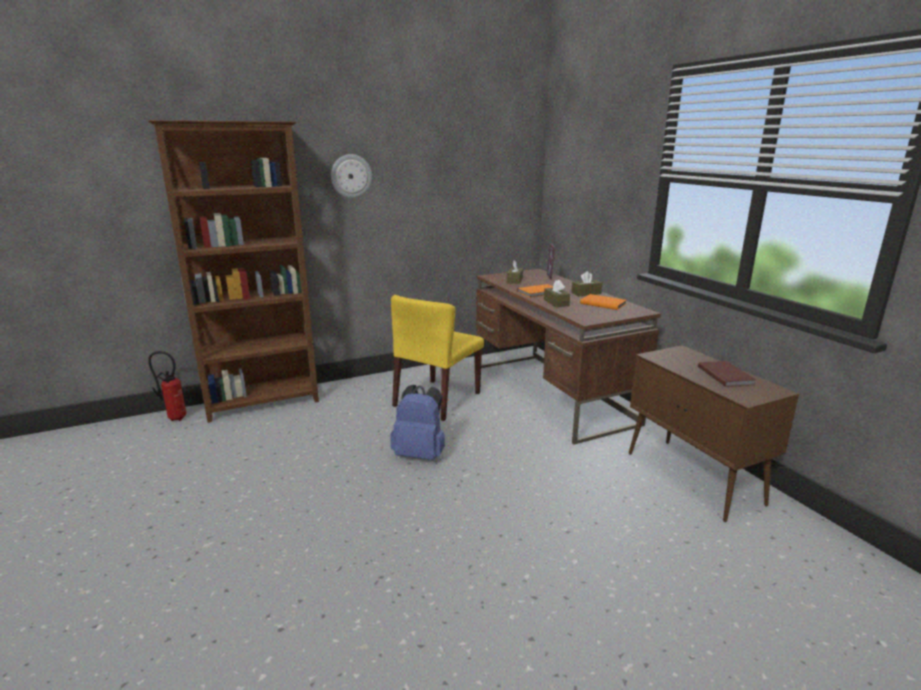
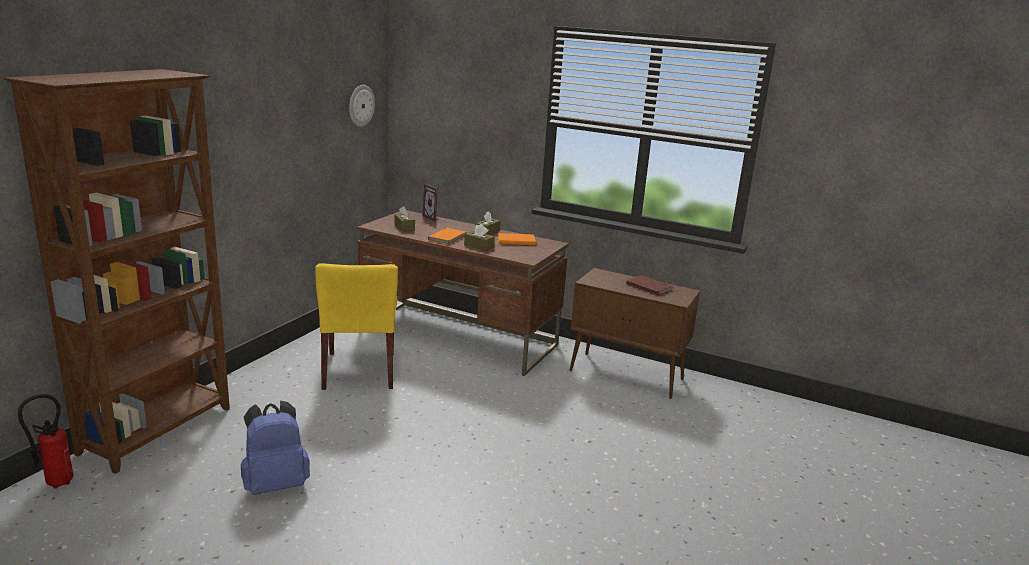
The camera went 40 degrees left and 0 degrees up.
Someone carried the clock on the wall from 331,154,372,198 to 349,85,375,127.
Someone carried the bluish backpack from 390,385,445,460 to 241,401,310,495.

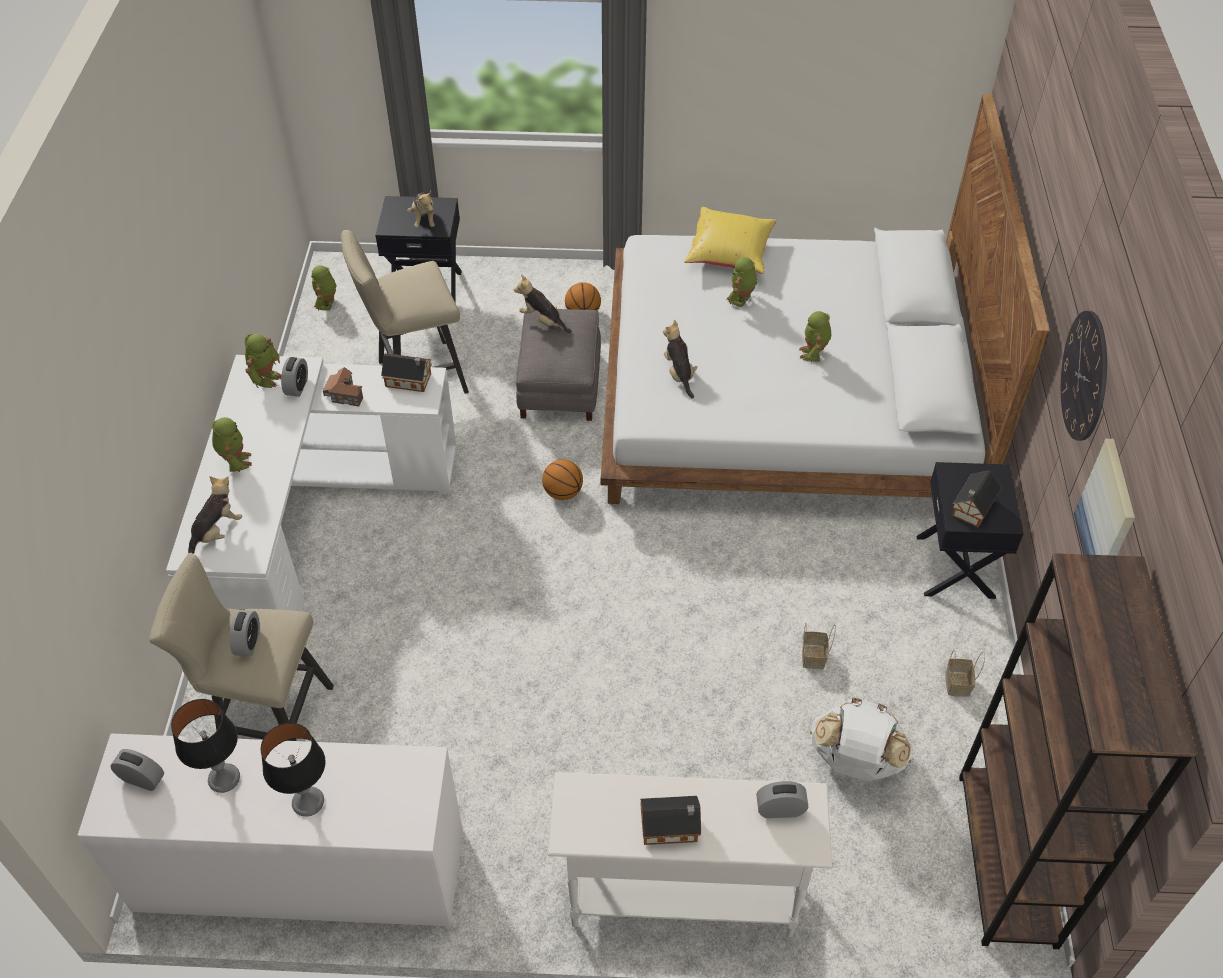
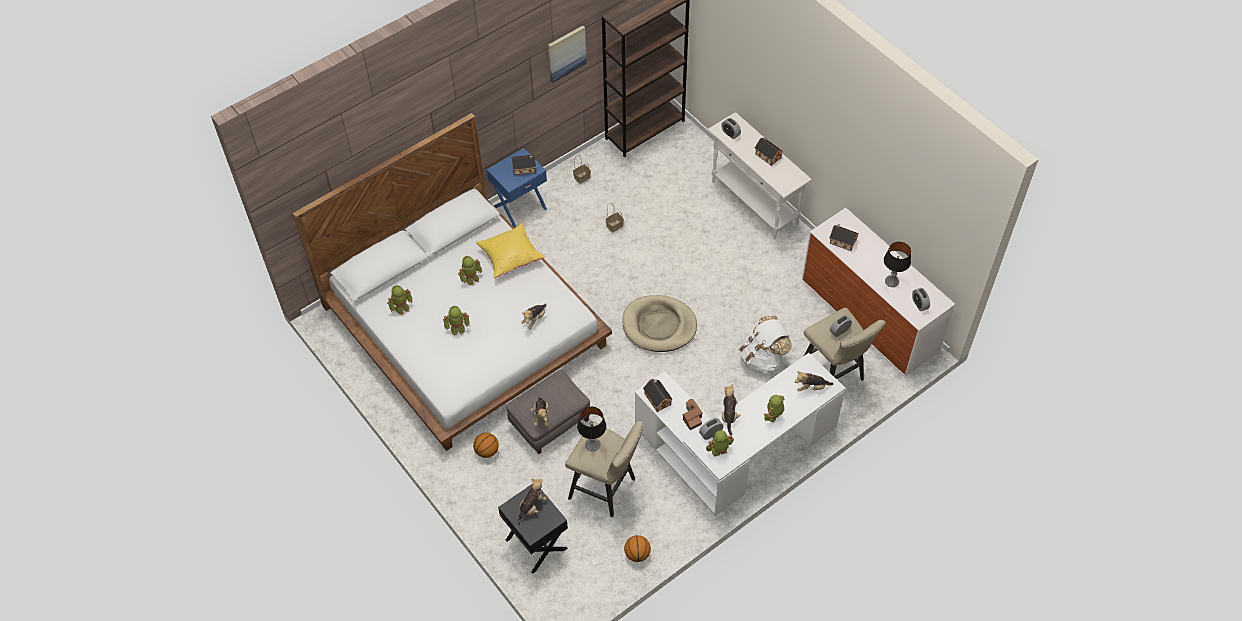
The camera went 130 degrees left and 5 degrees up.
Someone took away the clock on the wall at 1061,311,1107,441.
Someone put down the beige dog bed at 622,295,697,352.
Someone put down the cuddly toy at 722,384,741,435.
Someone put down the model house at 829,224,859,251.
Someone carried the table lamp from 261,723,326,817 to 577,406,606,451.
Someone carried the robot figure from 311,265,337,311 to 387,285,413,315.
Someone carried the basketball ball from 542,459,583,500 to 624,535,651,562.
Someone carried the yellow throw pillow from 684,207,777,274 to 476,223,545,278.
Someone carried the whitish backpack from 810,698,913,781 to 738,316,792,374.
Someone repainted the blackish nightstand at 916,462,1023,599, which became the bluish nightstand at 487,148,547,228.

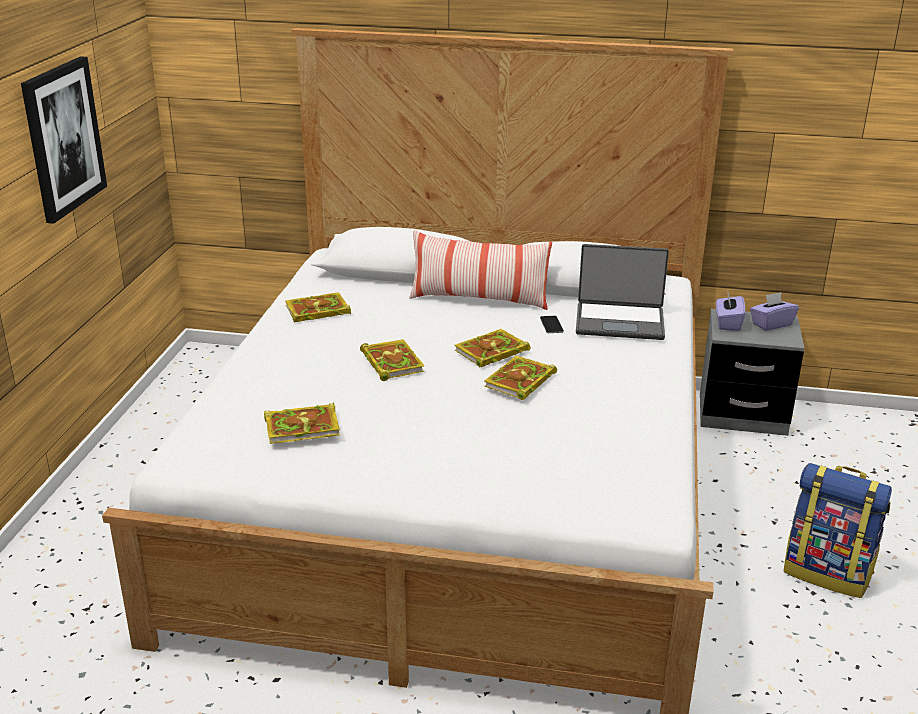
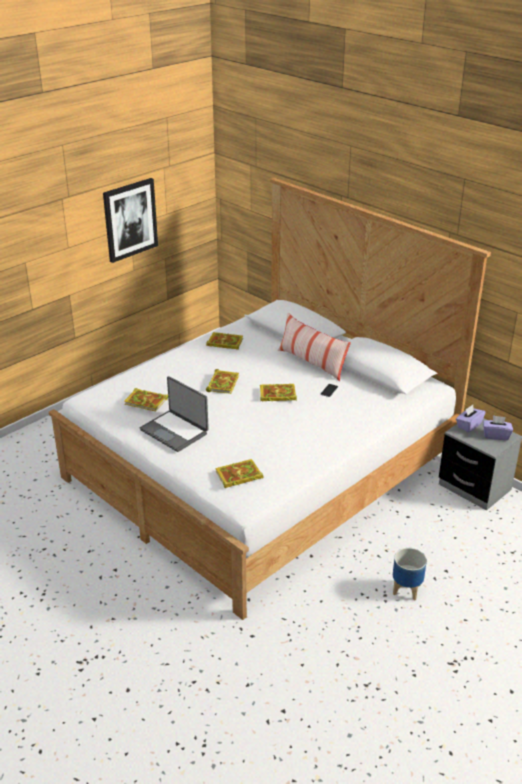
The camera went 35 degrees right and 5 degrees up.
Someone carried the book from 484,356,557,400 to 215,459,263,488.
Someone carried the portable computer from 576,244,669,340 to 140,376,209,452.
Someone swapped the backpack at 783,463,892,598 for the flower pot at 393,548,427,601.

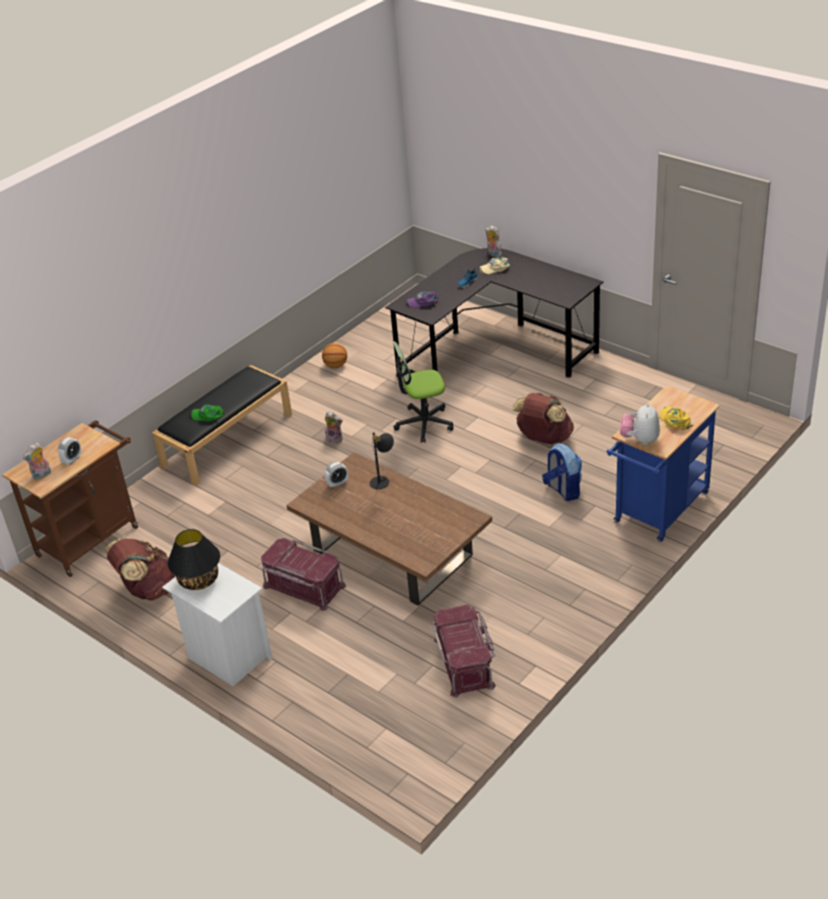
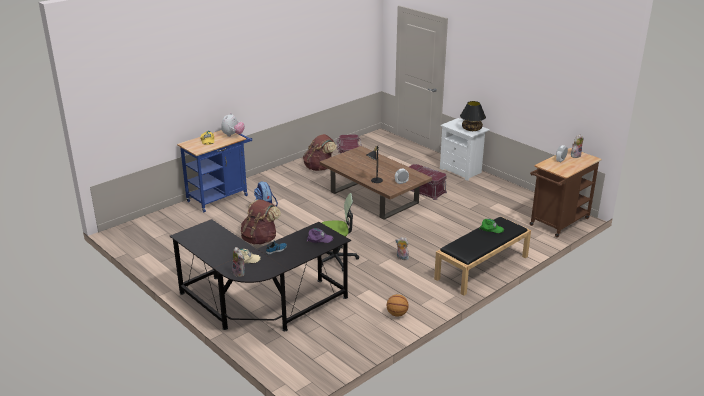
The camera went 175 degrees left and 10 degrees down.
Someone carried the brownish backpack from 105,538,176,601 to 303,134,336,171.

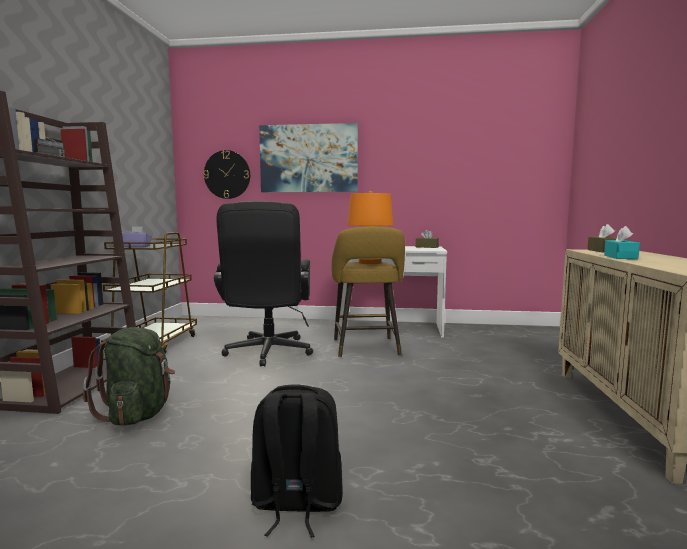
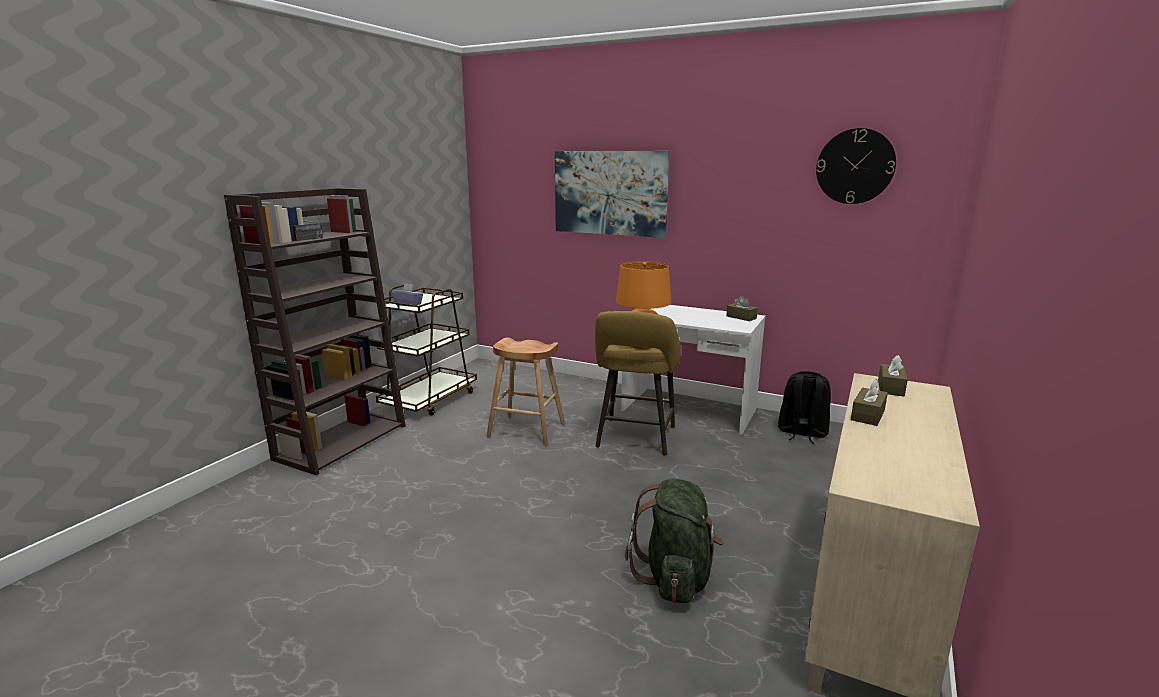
The camera went 20 degrees right and 10 degrees up.
Someone carried the green-coloured backpack from 83,327,175,426 to 625,479,724,603.
Someone carried the clock on the wall from 203,150,250,199 to 816,128,896,204.
Someone carried the blackish backpack from 251,385,343,538 to 778,371,831,444.
Someone swapped the blackish office chair at 214,201,313,367 for the brownish sitting stool at 487,337,565,446.
Someone repainted the turquoise-coloured box of tissues at 604,226,640,259, which became the brownish box of tissues at 851,379,888,426.

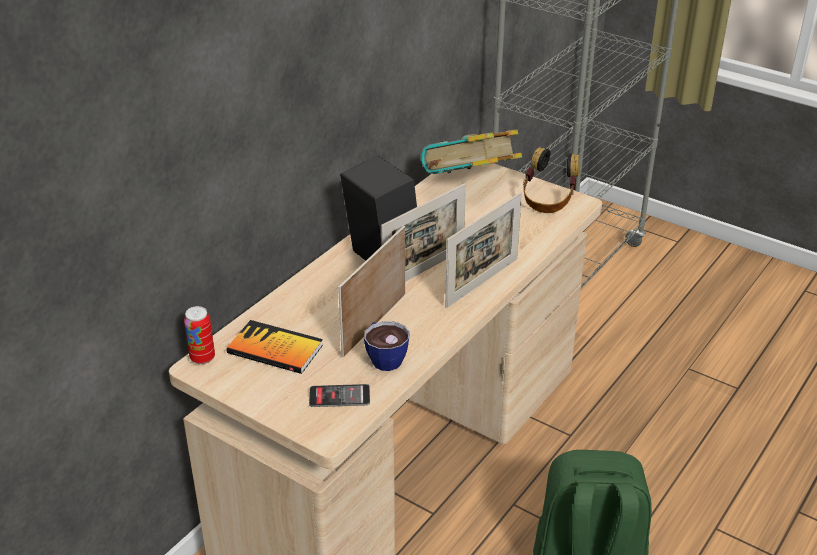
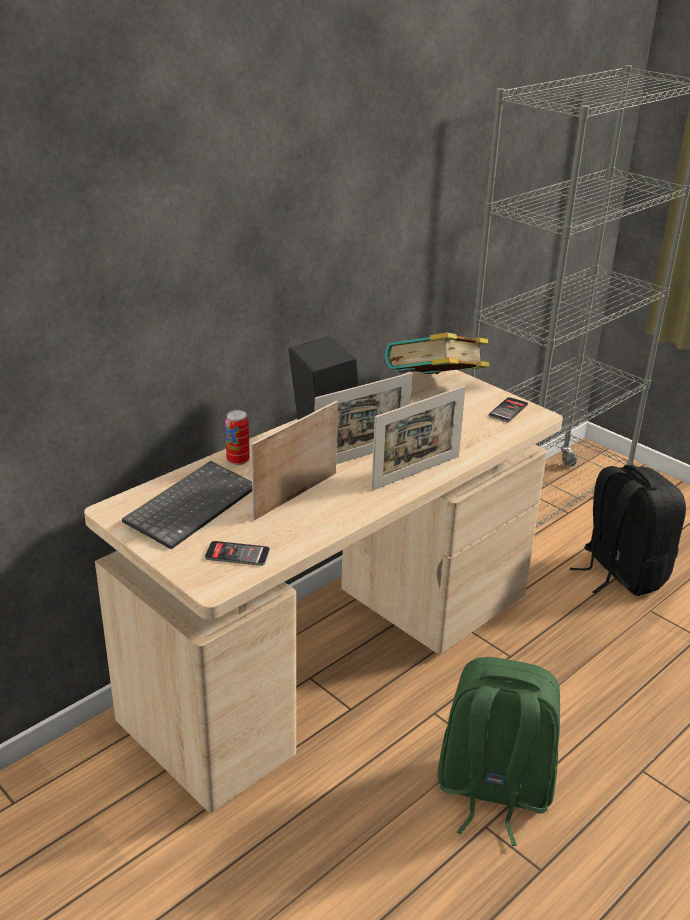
The camera went 10 degrees right and 5 degrees down.
Someone took away the cup at 364,321,410,371.
Someone put down the blackish backpack at 570,465,686,596.
Someone carried the metal can from 184,306,215,364 to 225,410,250,465.
Someone swapped the book at 227,320,323,374 for the computer keyboard at 122,461,252,549.
Someone swapped the headset at 523,147,580,213 for the telephone at 488,397,528,422.

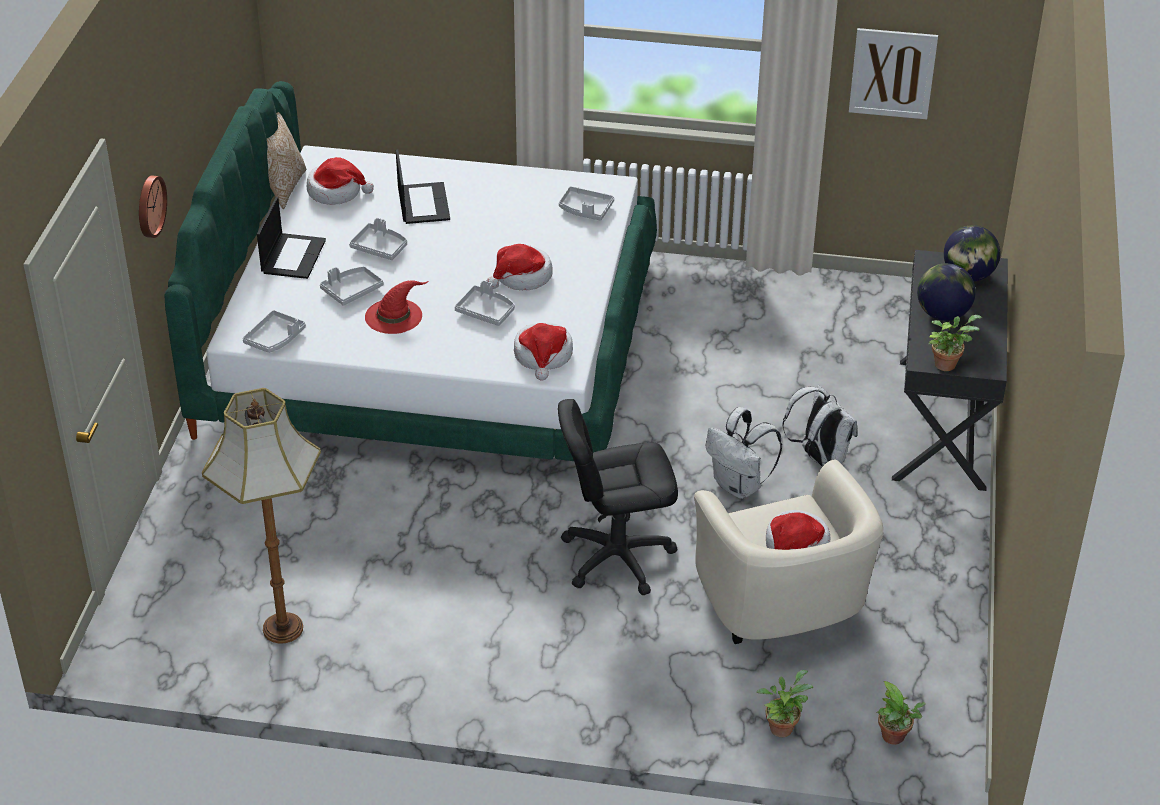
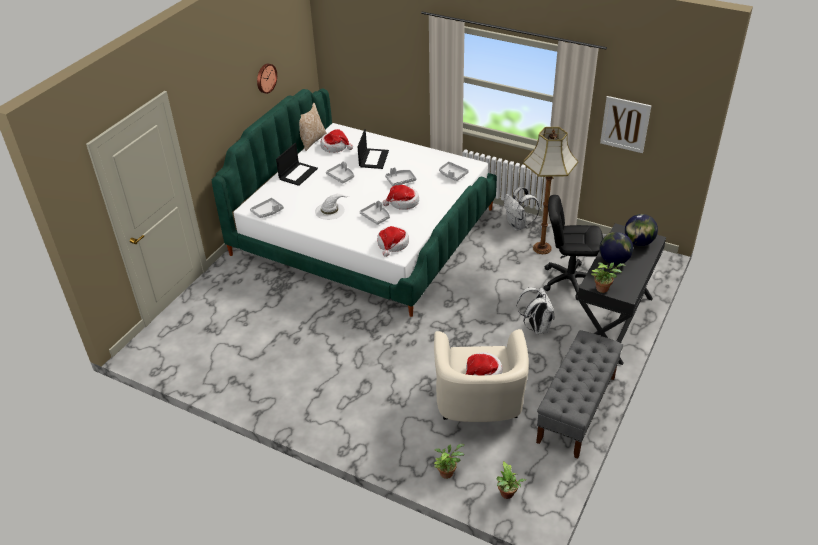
The camera went 20 degrees right and 0 degrees up.
Someone put down the grey bench at 536,330,623,459.
Someone carried the clock on the wall from 139,176,167,238 to 257,63,277,94.
Someone carried the standing lamp from 202,388,321,644 to 523,127,578,254.
Someone carried the grey serving tray from 320,266,384,305 to 385,167,416,186.
Someone carried the blackish office chair from 558,399,678,595 to 544,195,603,300.
Someone carried the whitish backpack from 706,407,782,499 to 504,187,539,231.
Someone repainted the reddish clothing hat at 365,280,428,334, which became the whitish clothing hat at 315,194,349,220.

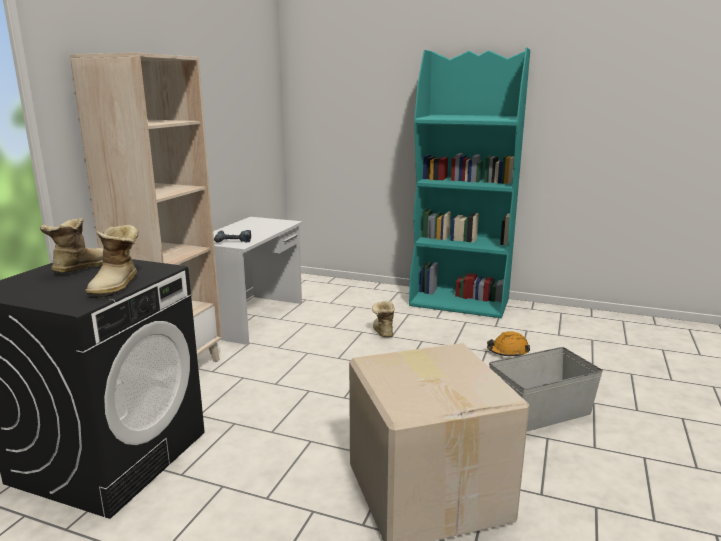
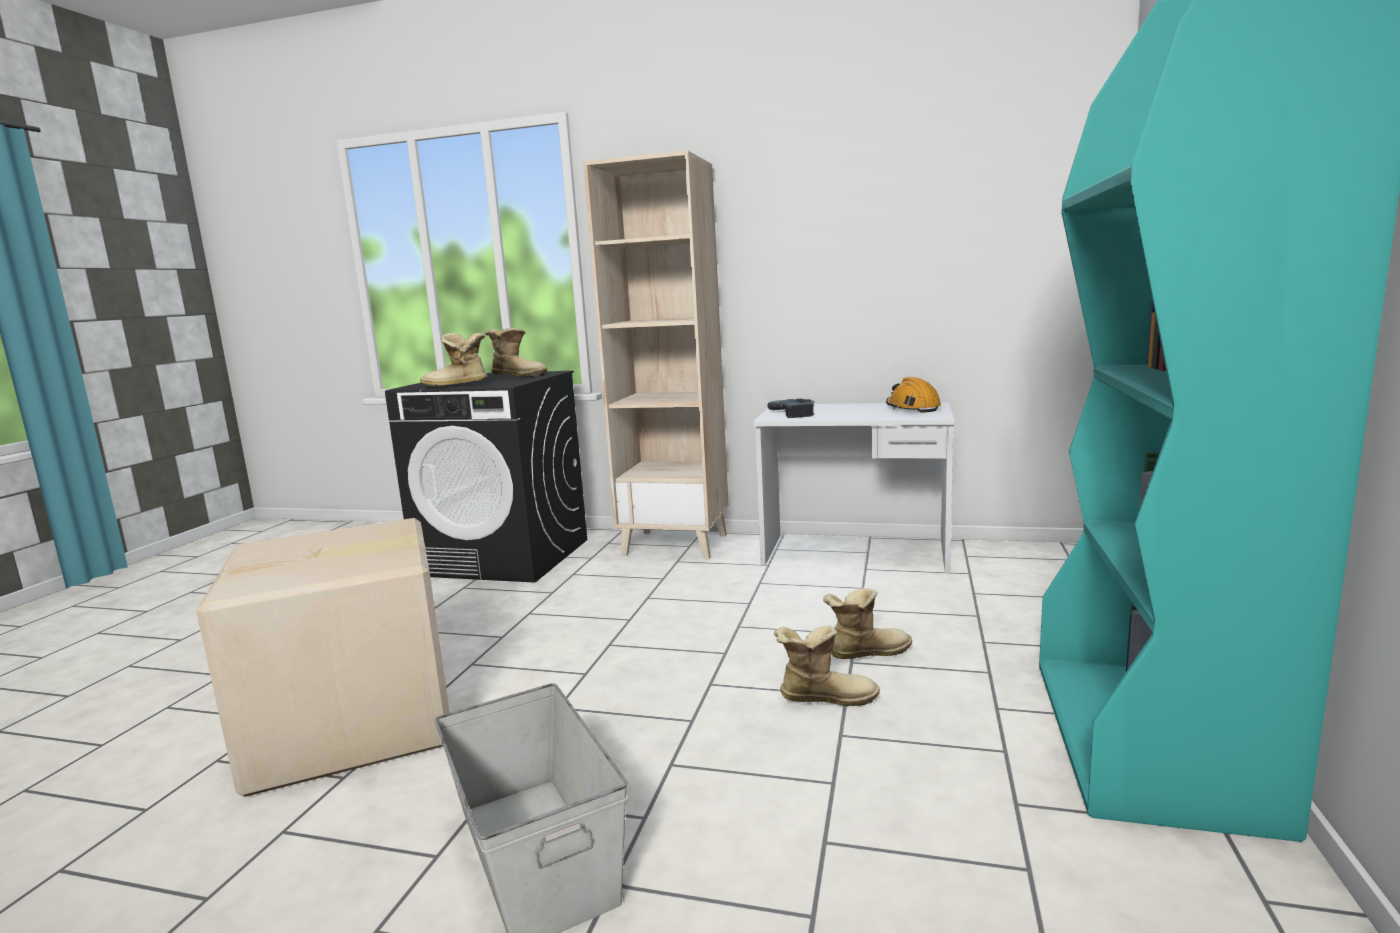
The camera went 85 degrees right and 5 degrees down.
Someone put down the high-top boot at 774,626,880,706.
Someone carried the orangey safety helmet from 487,331,530,356 to 886,377,941,413.

